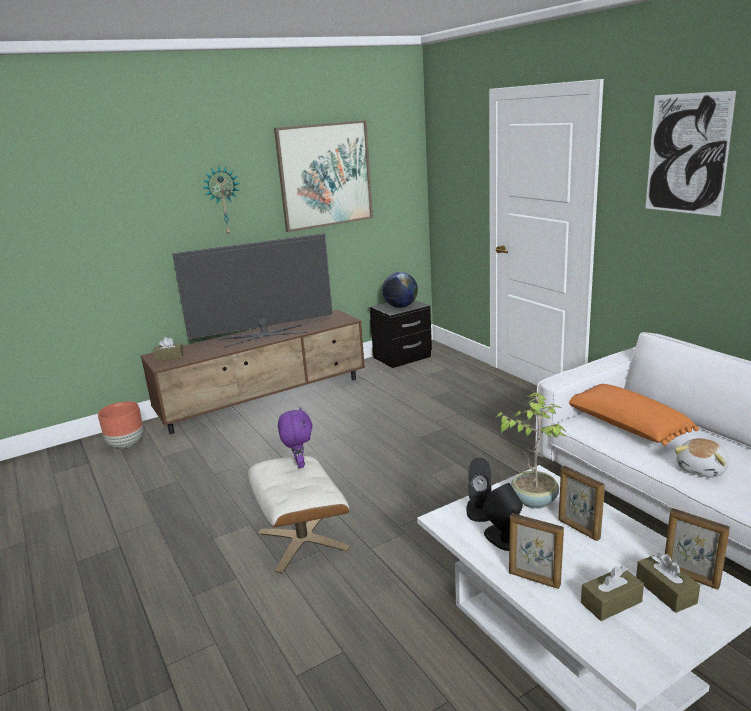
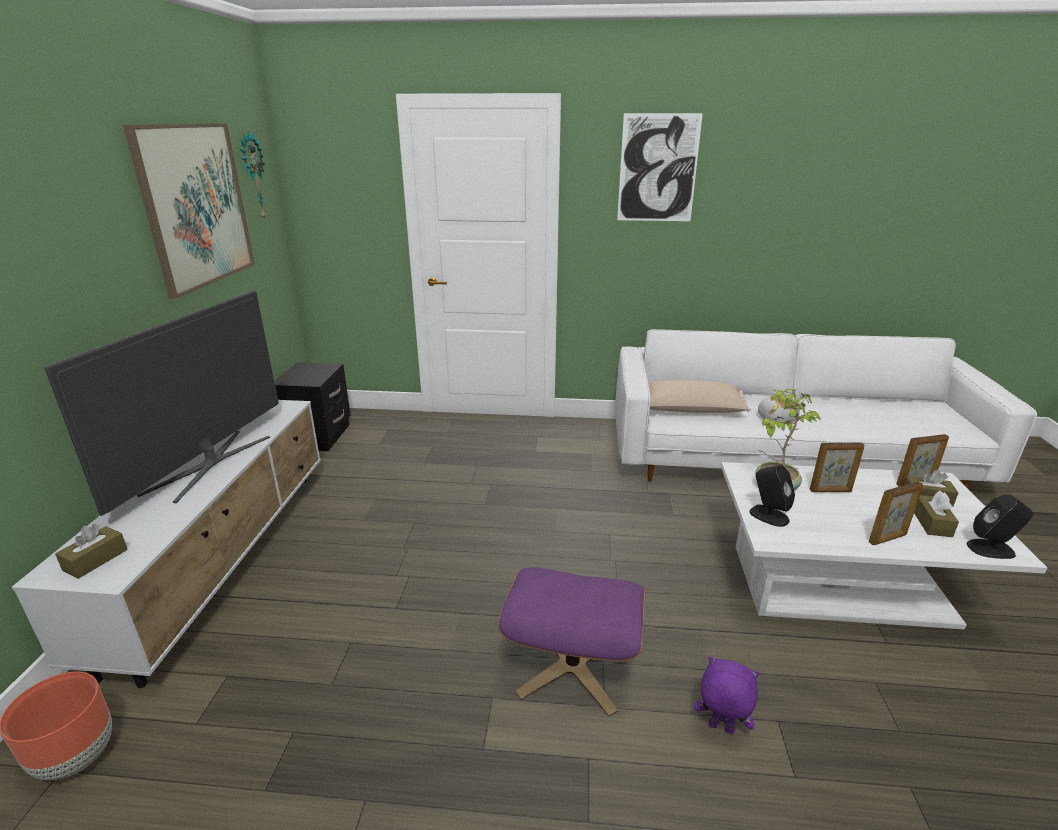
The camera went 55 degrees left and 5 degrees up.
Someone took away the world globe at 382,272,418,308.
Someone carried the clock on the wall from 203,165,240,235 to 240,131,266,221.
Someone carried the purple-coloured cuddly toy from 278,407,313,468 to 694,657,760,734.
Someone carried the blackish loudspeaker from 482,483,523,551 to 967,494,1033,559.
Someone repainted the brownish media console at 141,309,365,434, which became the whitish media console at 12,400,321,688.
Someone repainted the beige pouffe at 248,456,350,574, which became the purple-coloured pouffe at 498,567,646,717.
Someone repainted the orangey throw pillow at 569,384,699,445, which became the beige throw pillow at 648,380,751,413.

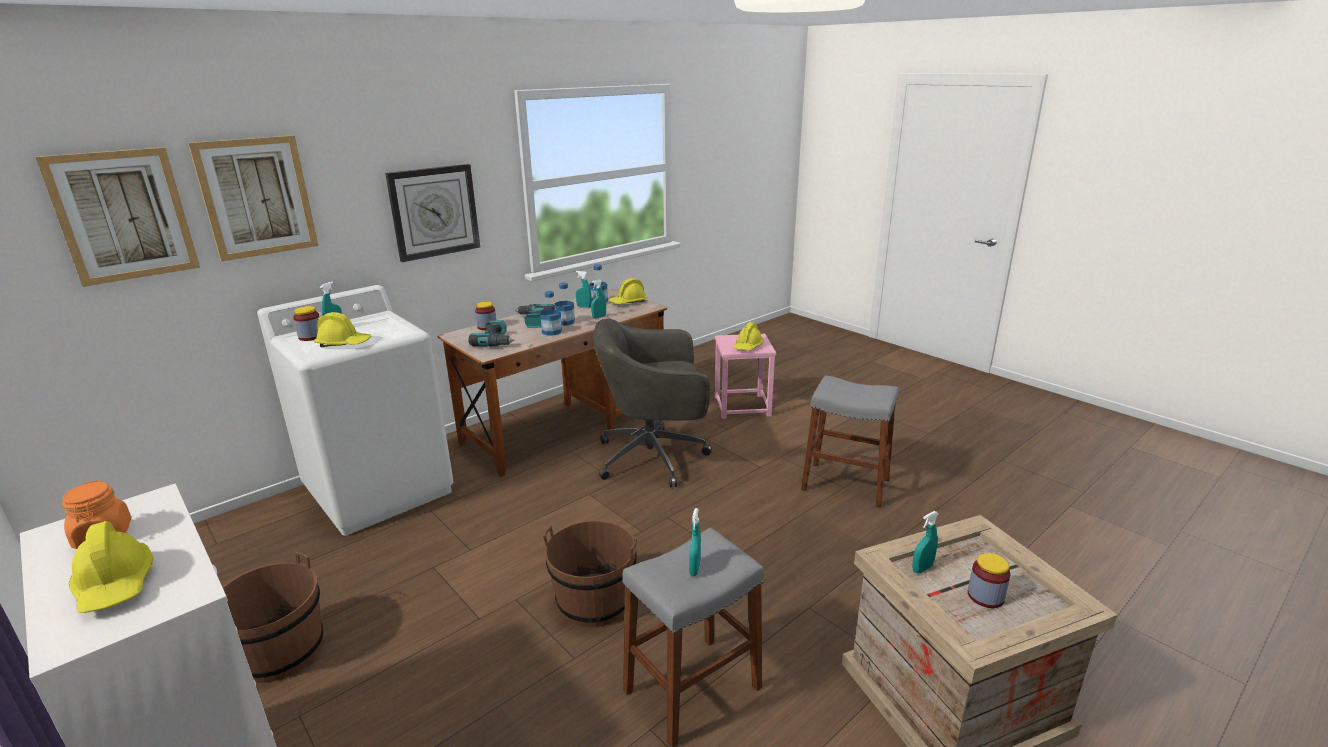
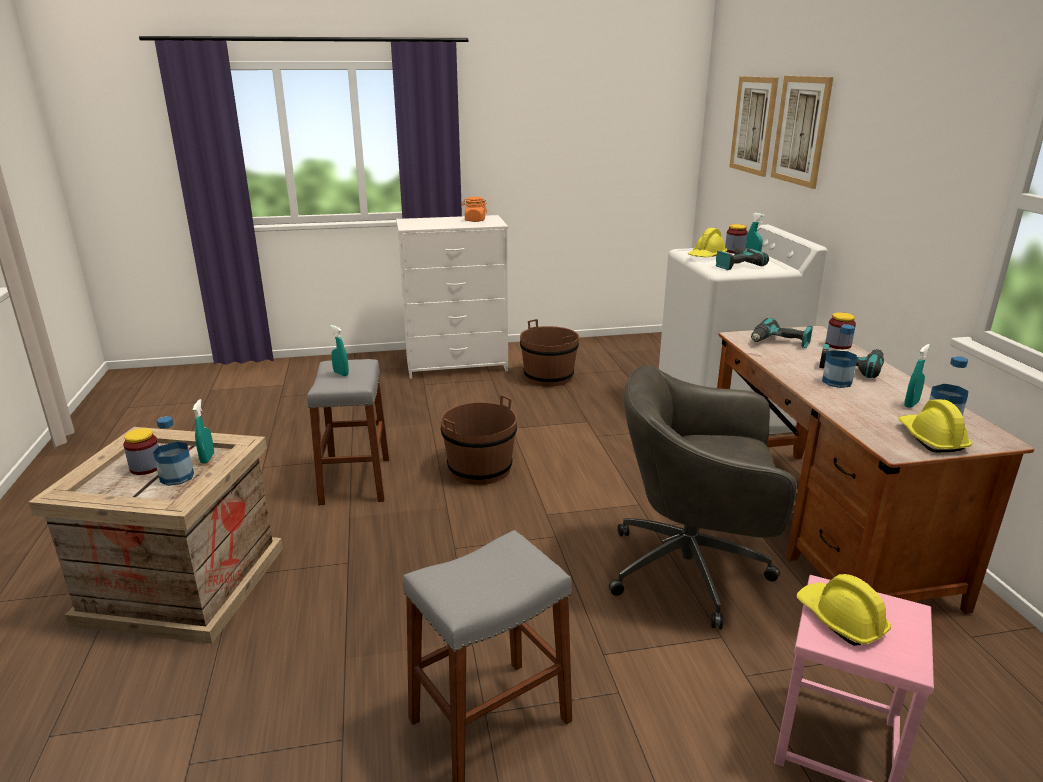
The camera went 120 degrees right and 0 degrees up.
Someone took away the yellow safety helmet at 69,521,153,613.
Someone took away the clock on the wall at 385,164,480,262.
Someone took away the turquoise-coloured hand sprayer at 591,280,606,319.
Someone put down the power drill at 715,247,769,270.
Someone carried the drink bottle from 541,291,562,335 to 153,416,194,486.
Someone rotated the grey office chair at 593,318,712,487 by 105 degrees counterclockwise.

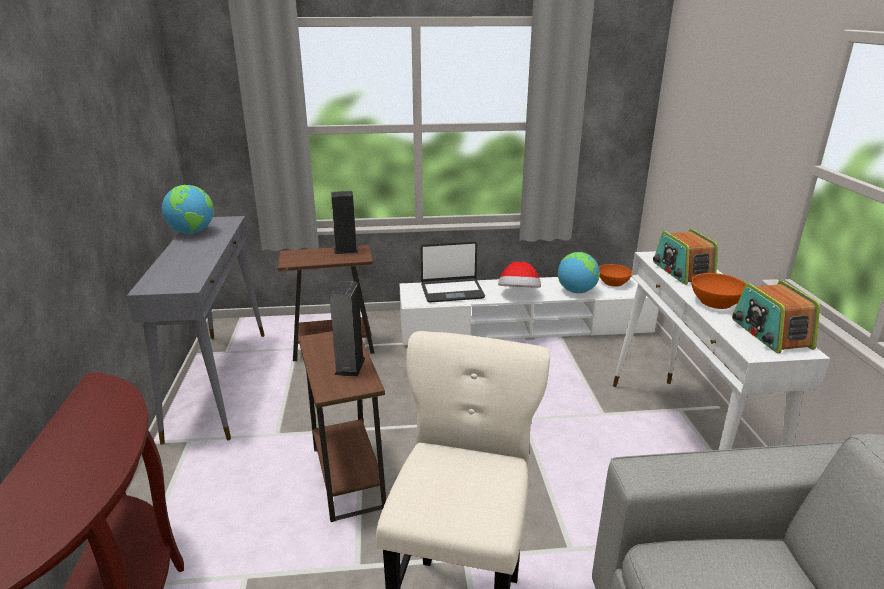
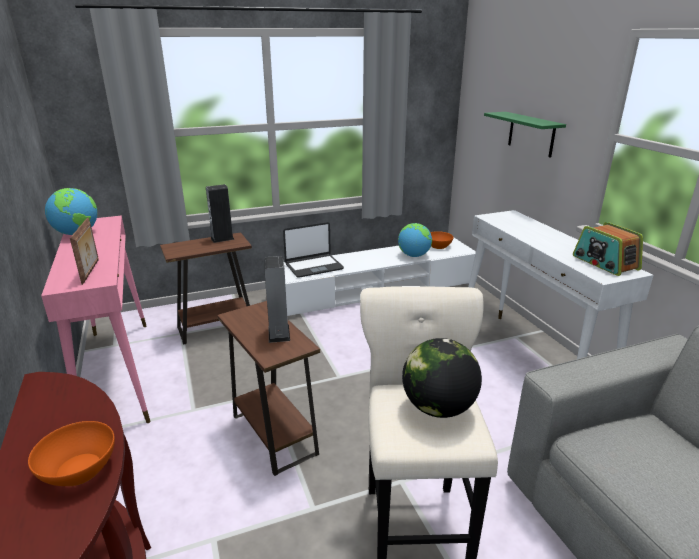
The camera went 15 degrees left and 0 degrees up.
Someone took away the clothing hat at 498,262,541,288.
Someone took away the radio set at 653,229,718,285.
Someone put down the picture frame at 70,218,98,285.
Someone put down the world globe at 402,338,482,418.
Someone put up the green-coloured shelf at 484,112,566,158.
Someone carried the orangey bowl from 691,273,746,309 to 28,421,115,486.
Someone repainted the grey console table at 127,216,265,445, which became the pink console table at 41,215,150,423.

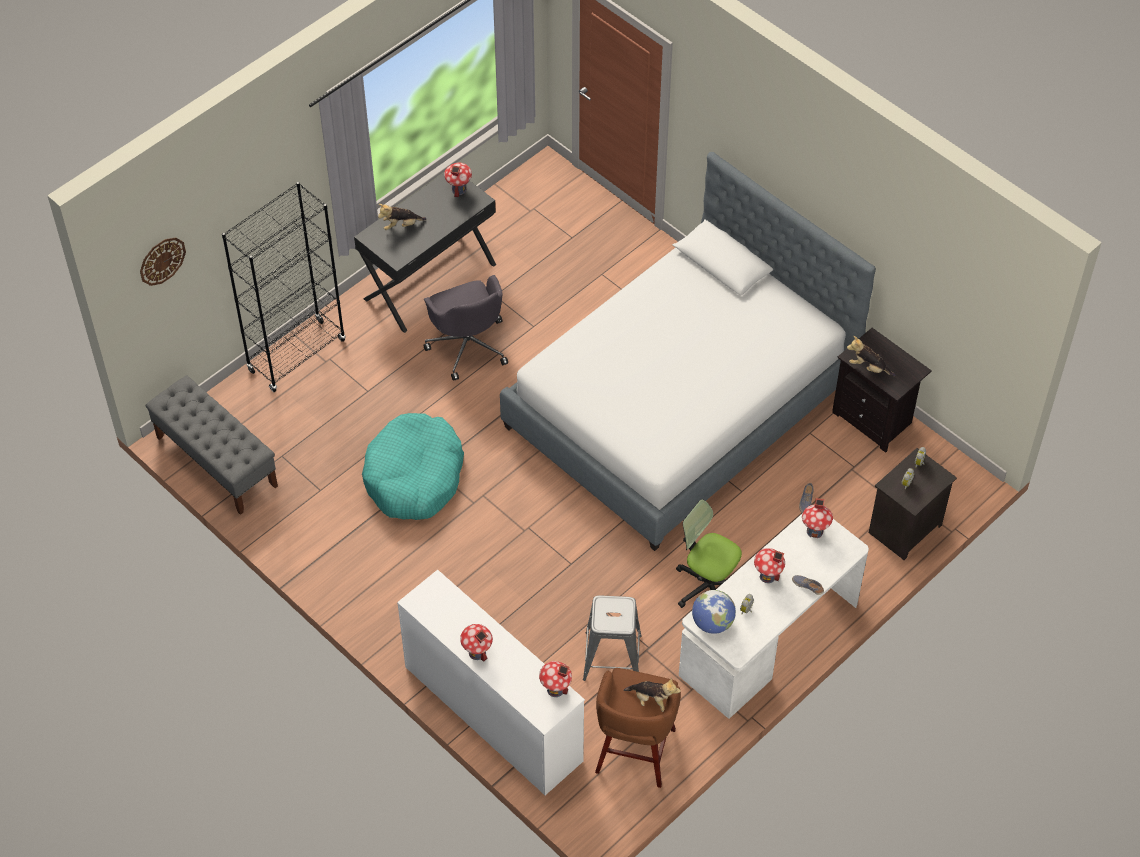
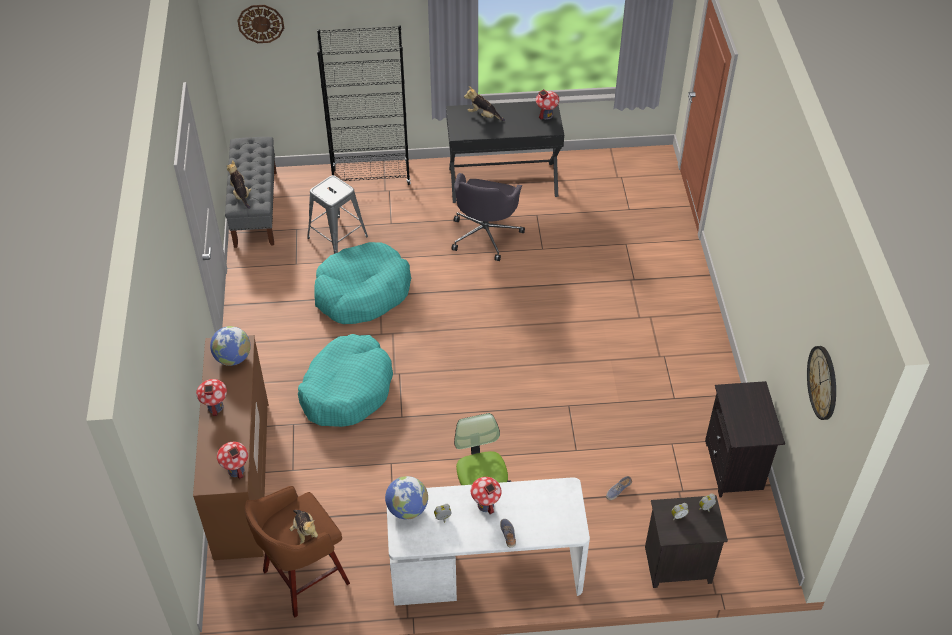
The camera went 40 degrees right and 5 degrees down.
Someone took away the bed at 500,152,876,551.
Someone took away the model house at 802,498,833,538.
Someone put down the world globe at 210,326,251,366.
Someone put down the turquoise-coloured dog bed at 298,334,393,427.
Someone put up the clock on the wall at 807,346,836,420.
Someone carried the grey sitting stool from 583,595,642,681 to 307,175,368,254.
Someone carried the cuddly toy from 847,336,896,376 to 227,160,252,209.
Someone repainted the whitish drawer chest at 397,570,585,795, which became the brownish drawer chest at 193,335,269,560.

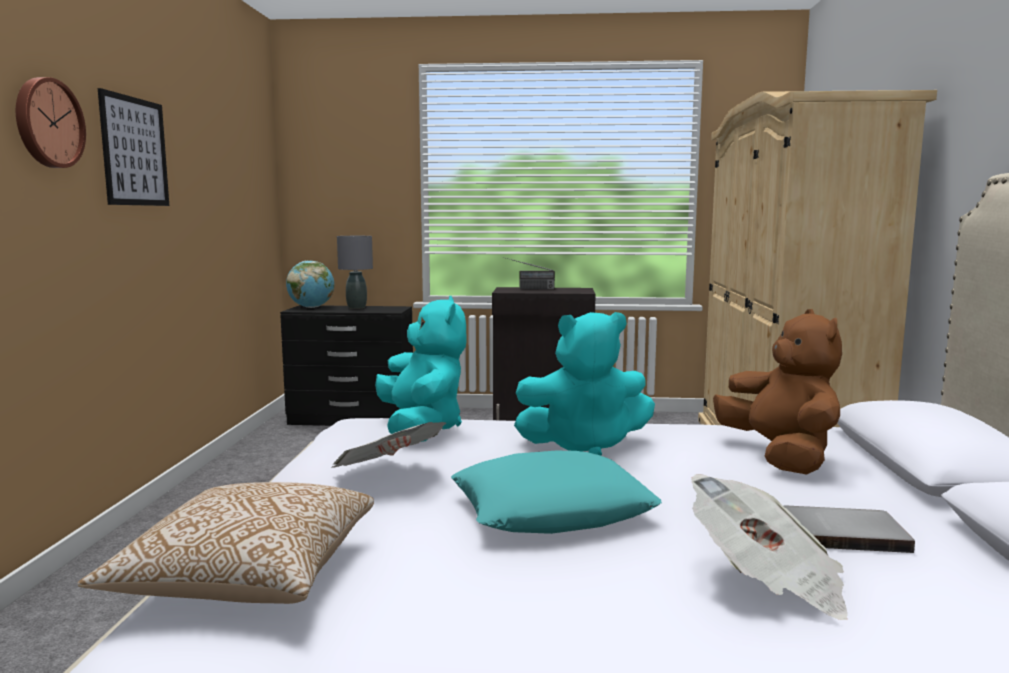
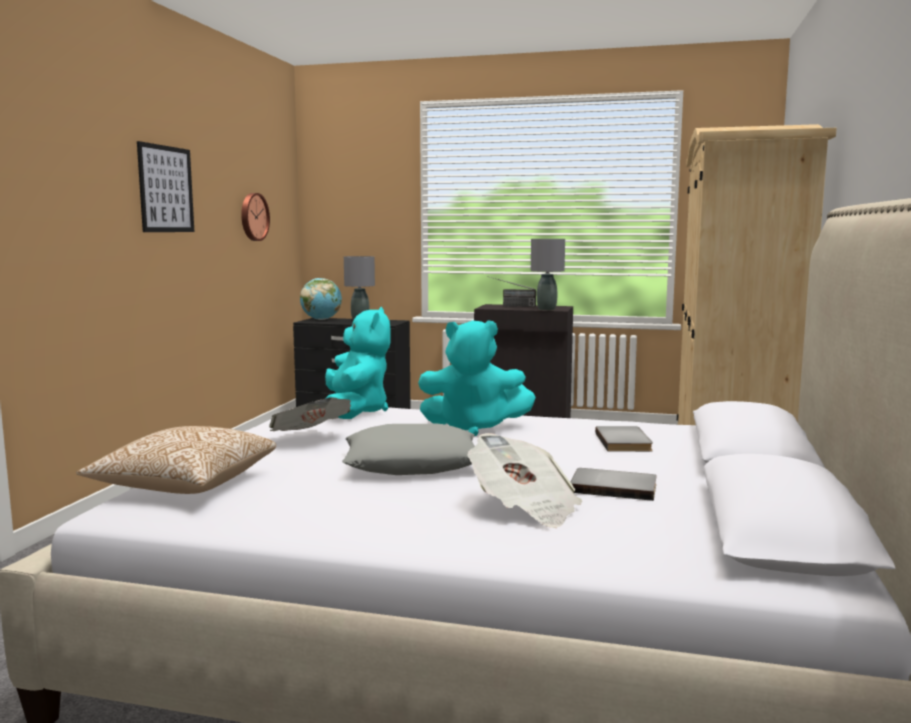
The camera went 10 degrees right and 0 degrees up.
Someone put down the grey table lamp at 531,239,565,310.
Someone carried the clock on the wall from 16,77,86,168 to 241,193,270,241.
Someone swapped the brownish cuddly toy at 713,309,842,475 for the grey book at 595,426,653,452.
Someone repainted the turquoise-coloured throw pillow at 451,451,662,534, which became the grey throw pillow at 342,424,475,475.

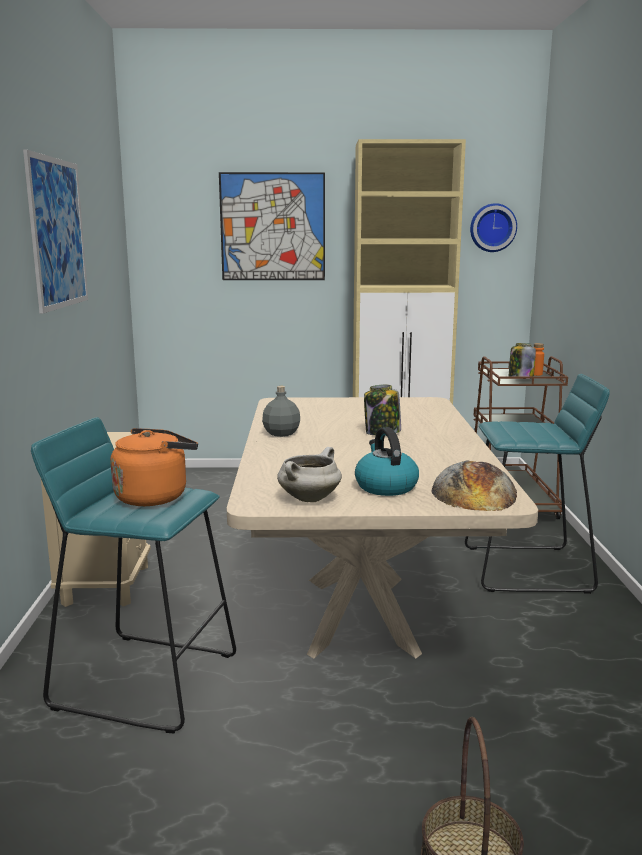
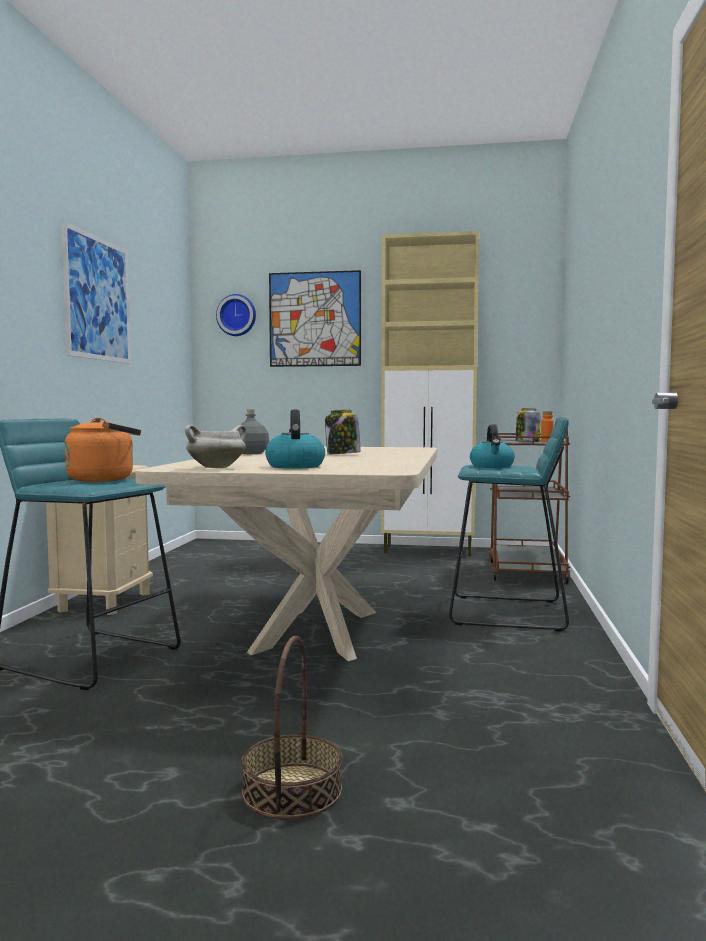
The camera went 10 degrees right and 10 degrees down.
Someone took away the bread at 431,461,517,511.
Someone put down the water kettle at 470,425,515,468.
Someone carried the clock on the wall from 470,203,517,252 to 216,294,256,336.

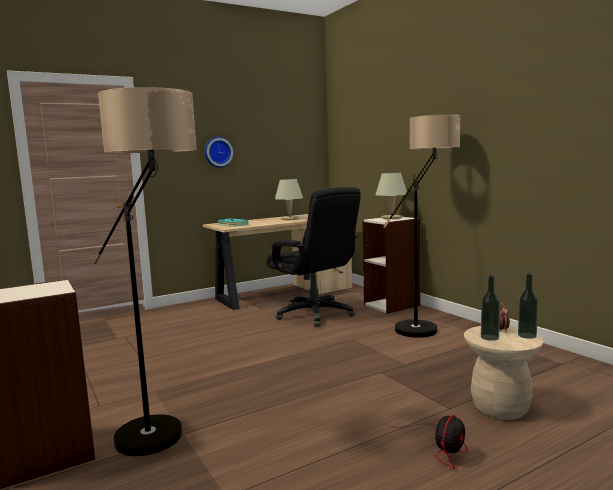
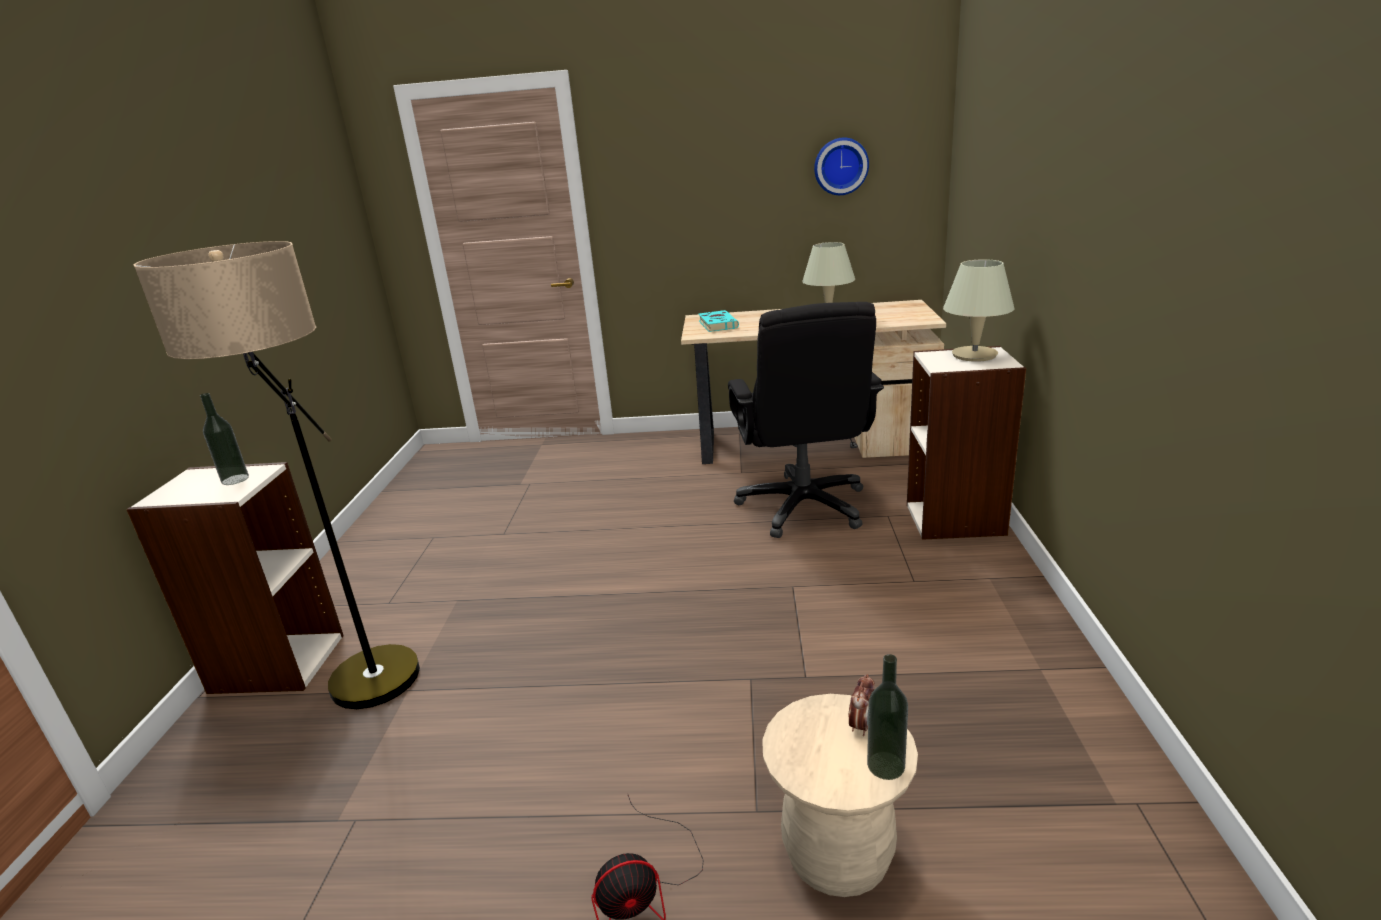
The camera went 35 degrees right and 15 degrees up.
Someone took away the standing lamp at 383,114,460,338.
Someone carried the clock on the wall from 205,137,234,168 to 814,138,869,195.
Someone carried the drink bottle from 481,275,500,341 to 200,393,249,485.

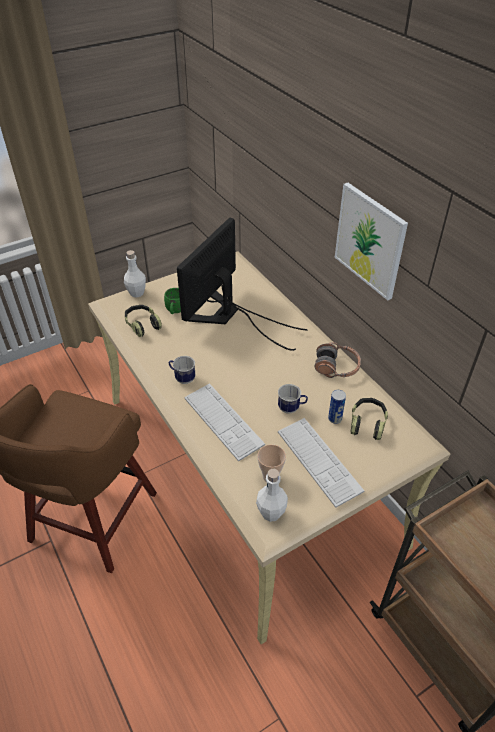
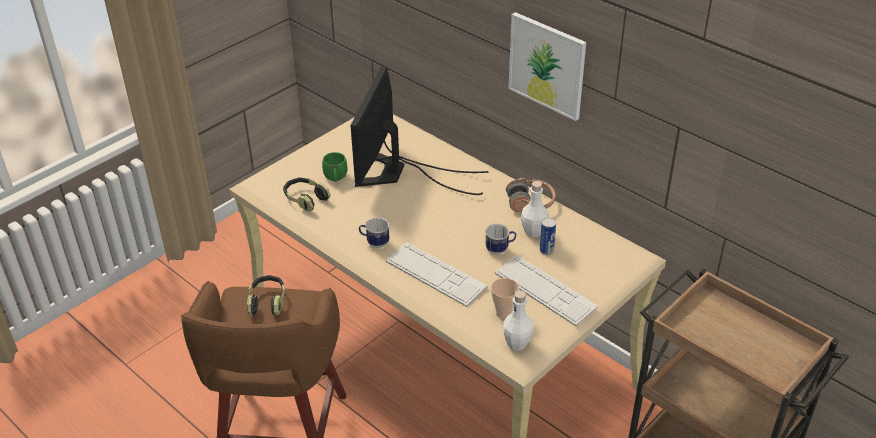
The camera went 15 degrees left and 5 degrees down.
Someone carried the whitish drink bottle from 124,250,146,298 to 521,181,549,237.
Someone carried the headset from 351,398,388,440 to 247,275,285,315.

